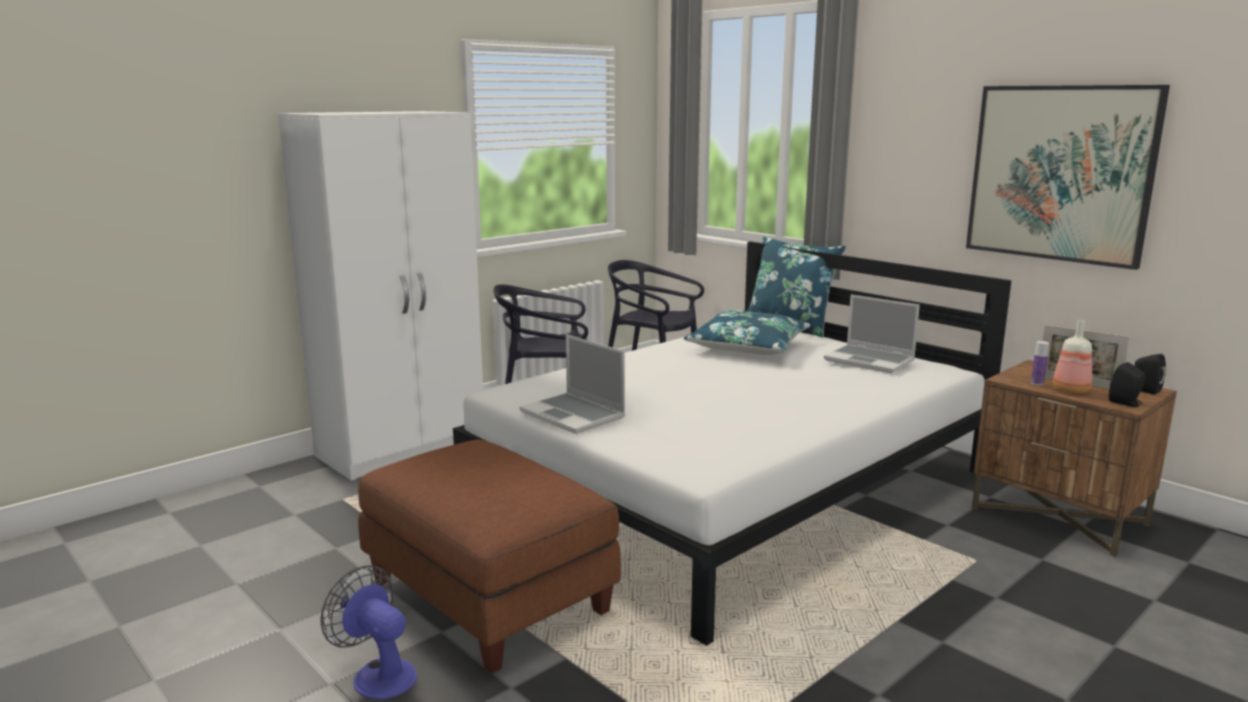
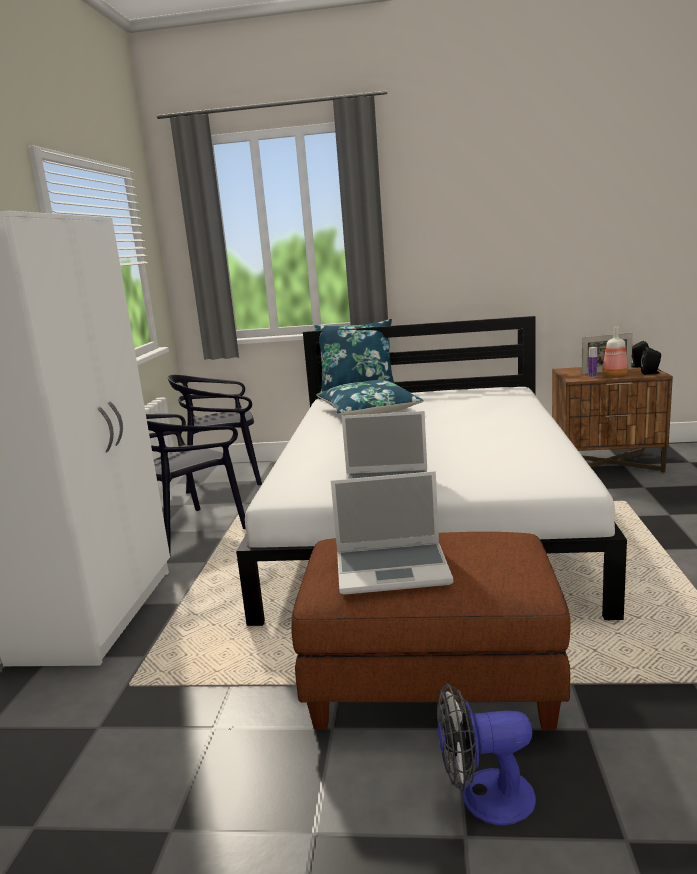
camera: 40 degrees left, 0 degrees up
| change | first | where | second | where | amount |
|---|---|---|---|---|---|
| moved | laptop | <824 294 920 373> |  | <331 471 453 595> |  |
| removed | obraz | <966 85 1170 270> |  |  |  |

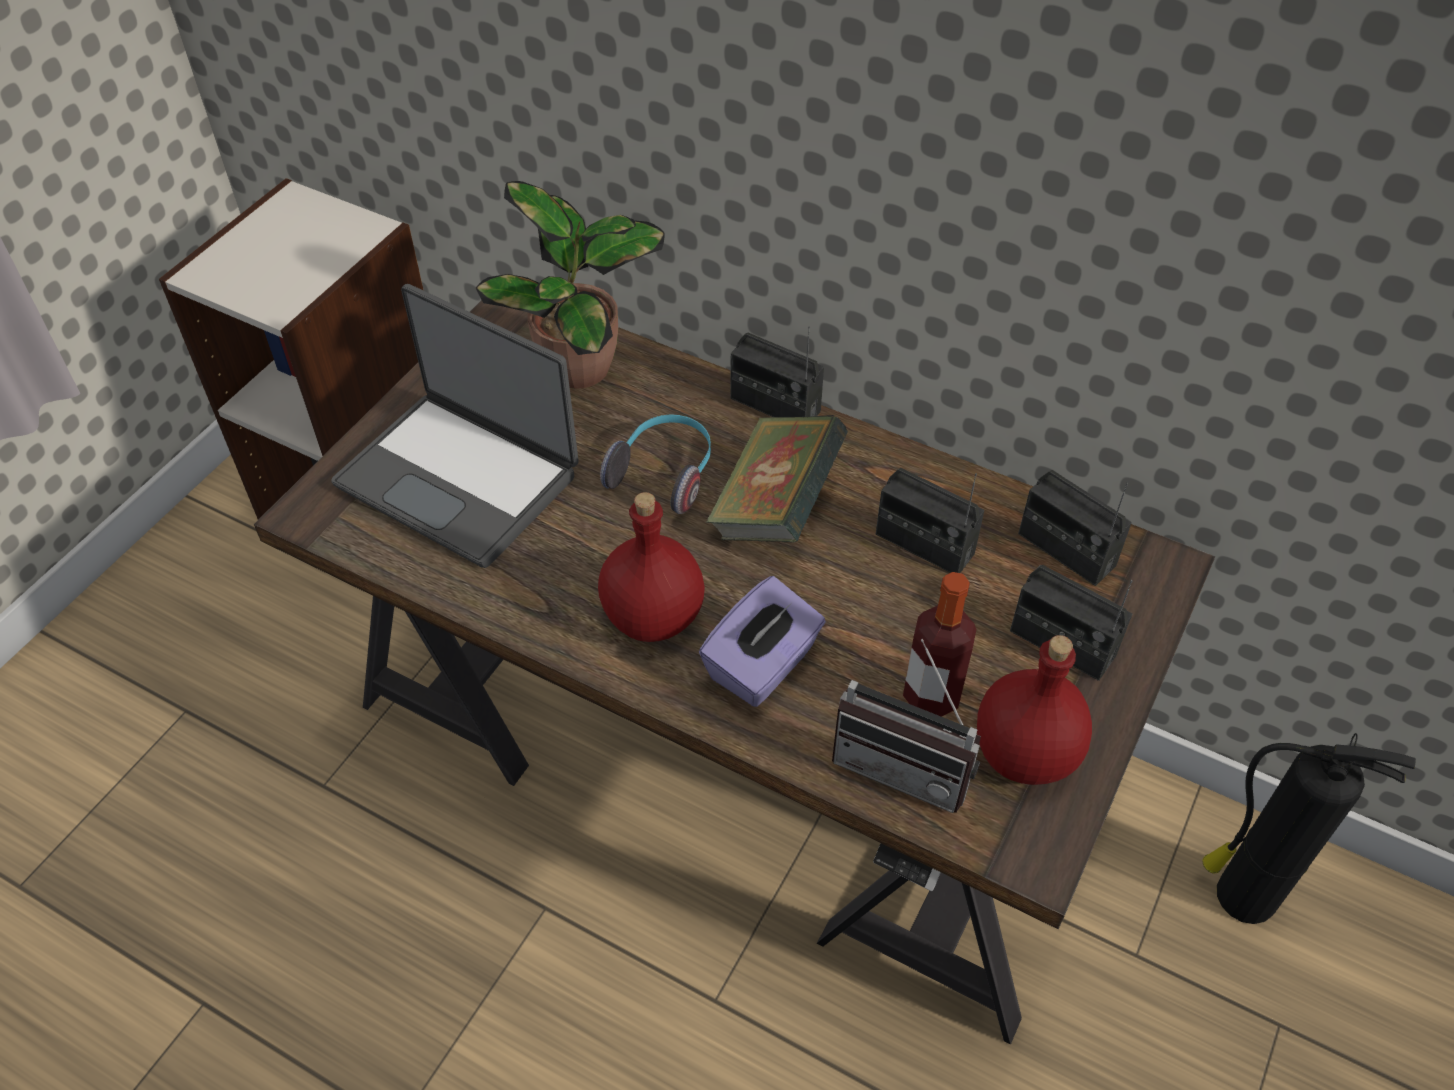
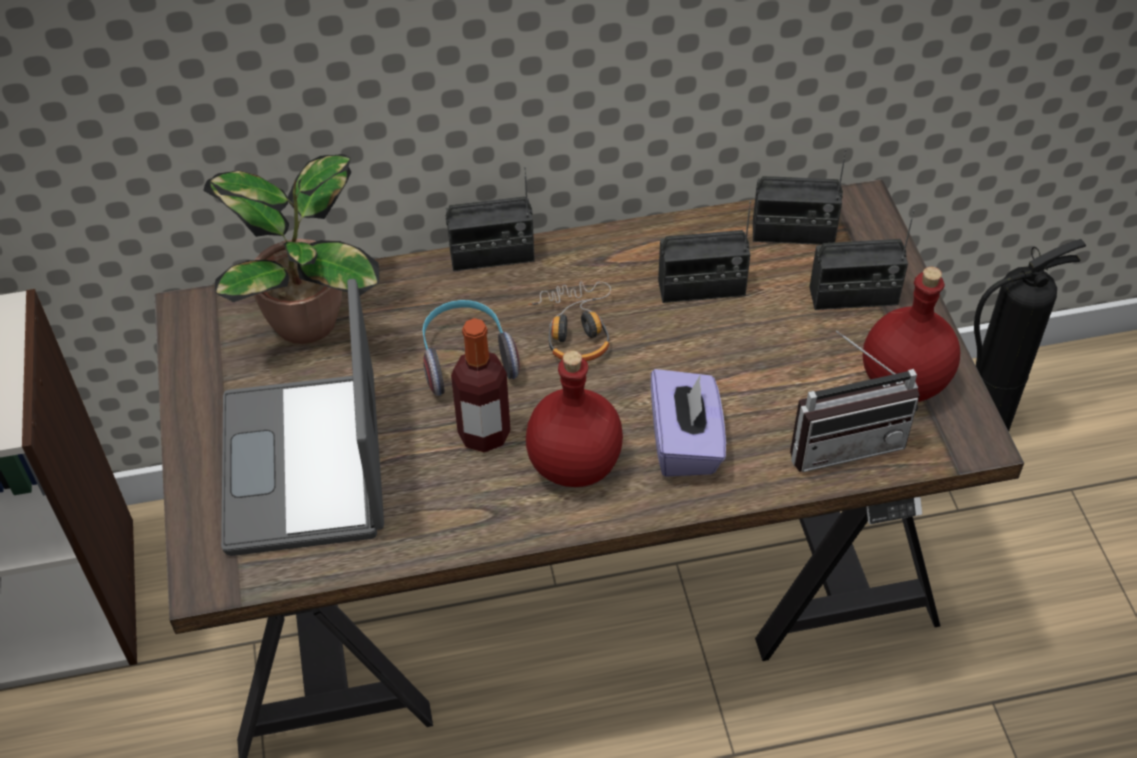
camera: 40 degrees left, 0 degrees up
| change | first | where | second | where | amount |
|---|---|---|---|---|---|
| turned | laptop | <331 284 579 568> |  | <221 279 384 556> | 90 degrees clockwise |
| moved | butelka | <903 572 976 717> |  | <451 318 511 453> |  |
| replaced | książka | <706 415 848 543> | słuchawki | <528 281 611 361> |  |

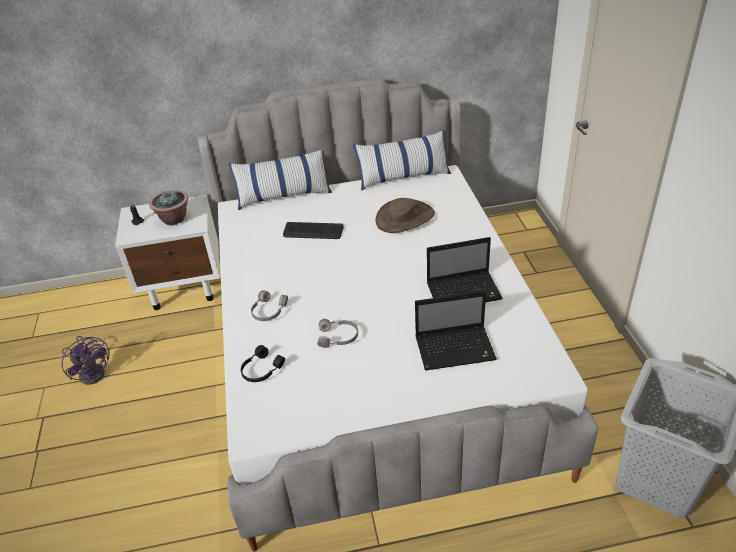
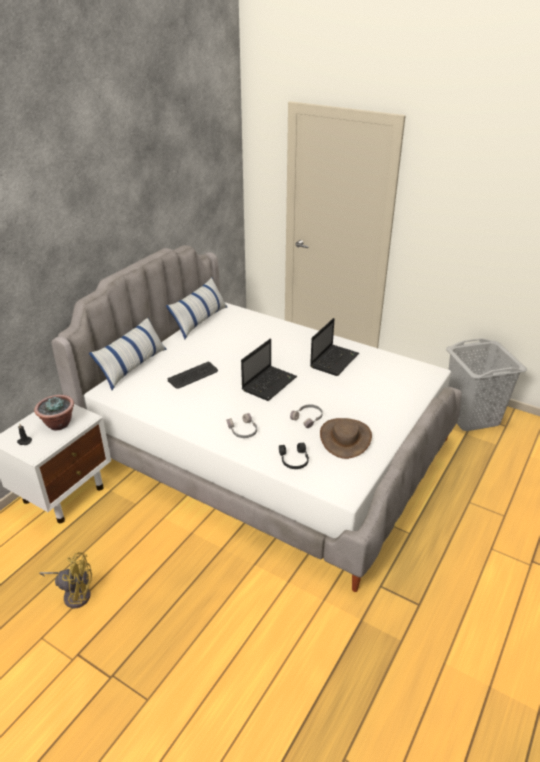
camera: 50 degrees left, 5 degrees down
| change | first | where | second | where | amount |
|---|---|---|---|---|---|
| recoloured | wentylator/fioletowy | <61 336 109 385> | wentylator/żółty | <39 552 92 608> |  |
| moved | laptop | <415 291 497 371> |  | <241 339 297 401> |  |
| moved | kapelusz/brązowy | <375 198 435 233> |  | <320 418 372 459> |  |

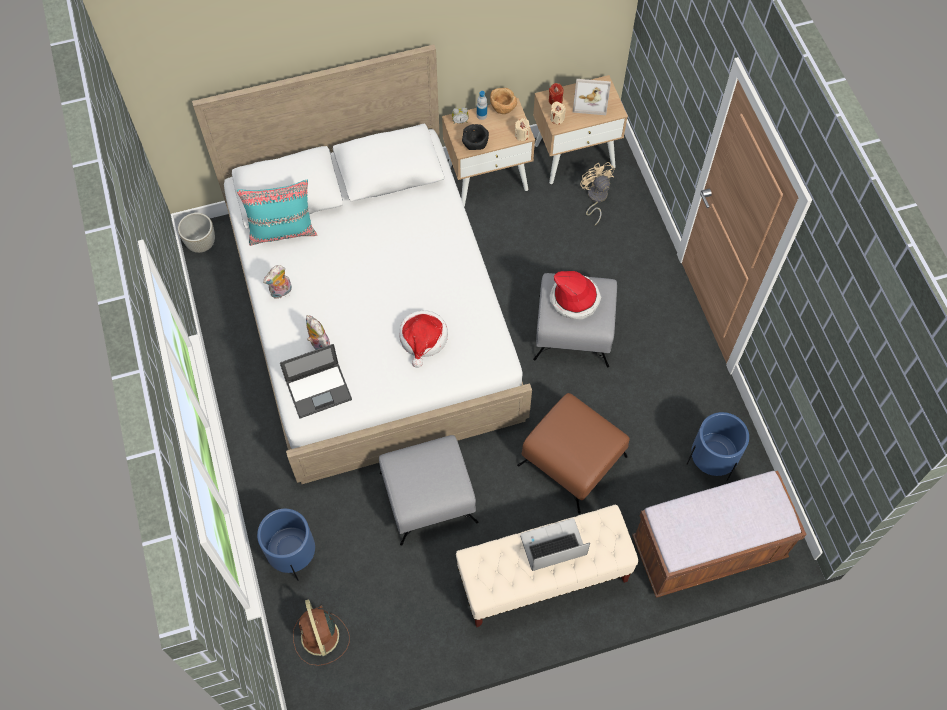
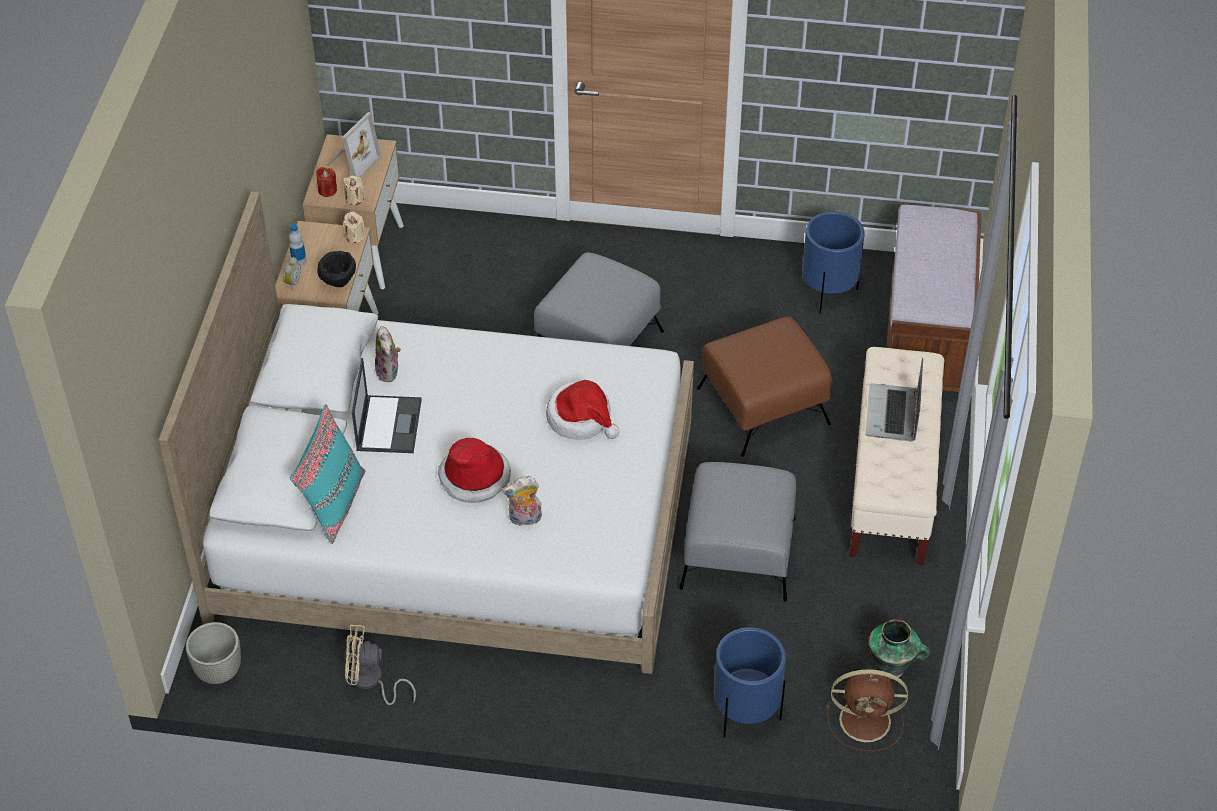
camera: 65 degrees left, 15 degrees down
| change | first | where | second | where | amount |
|---|---|---|---|---|---|
| moved | wentylator/beżowy | <580 162 615 225> |  | <344 625 416 705> |  |
| moved | laptop | <280 344 352 418> |  | <352 358 422 453> |  |
| moved | pluszak | <263 265 292 298> |  | <375 326 401 382> |  |
| moved | kapelusz | <550 271 602 320> |  | <438 438 511 503> |  |
| added |  |  | wazon | <869 619 930 679> |  |
| removed | miska/brązowy | <490 88 517 114> |  |  |  |

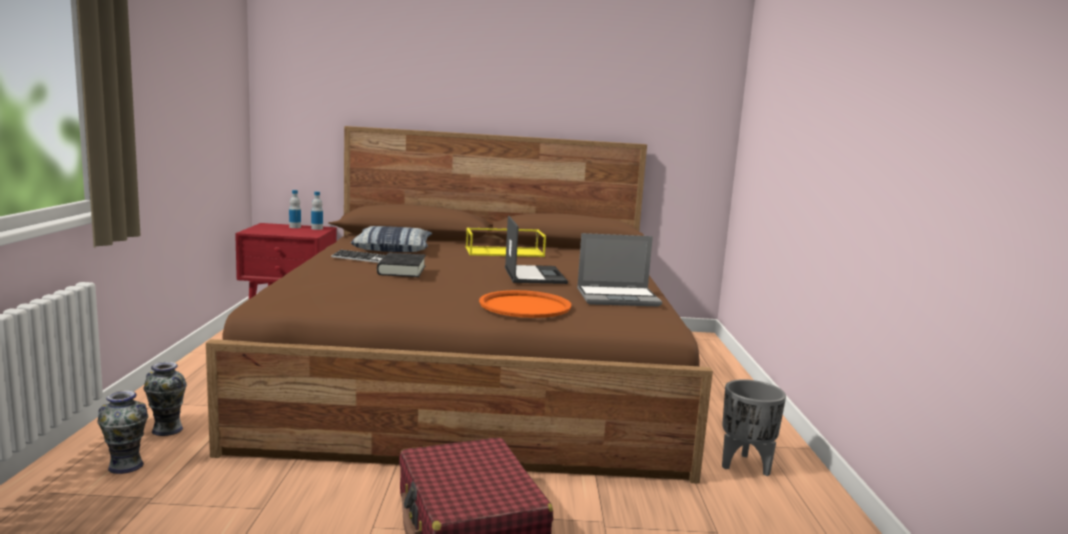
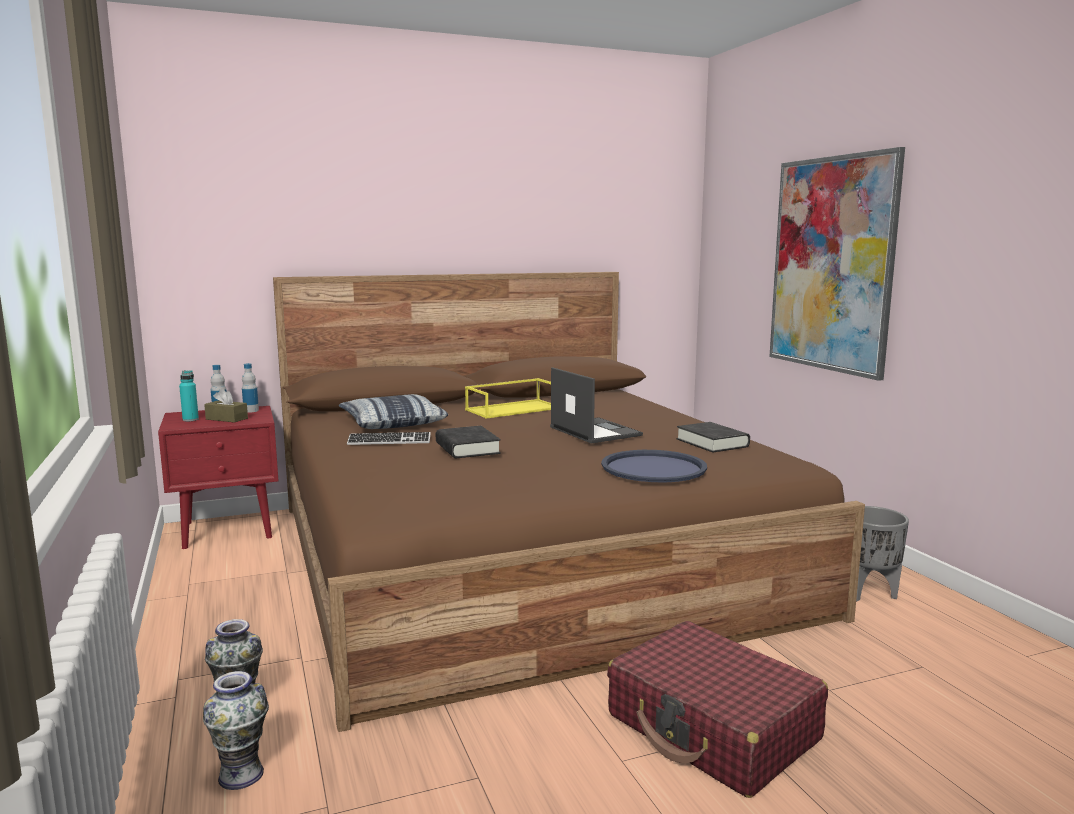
camera: 20 degrees left, 0 degrees up
| change | first | where | second | where | amount |
|---|---|---|---|---|---|
| added |  |  | butelka/turkusowy | <179 370 199 421> |  |
| added |  |  | pudełko chusteczek/brązowy | <204 388 248 423> |  |
| recoloured | taca/pomarańczowy | <479 290 571 318> | taca/niebieski | <601 450 707 482> |  |
| replaced | laptop | <577 233 662 307> | książka/czarny | <676 422 750 453> |  |
| added |  |  | obraz | <769 147 905 381> |  |

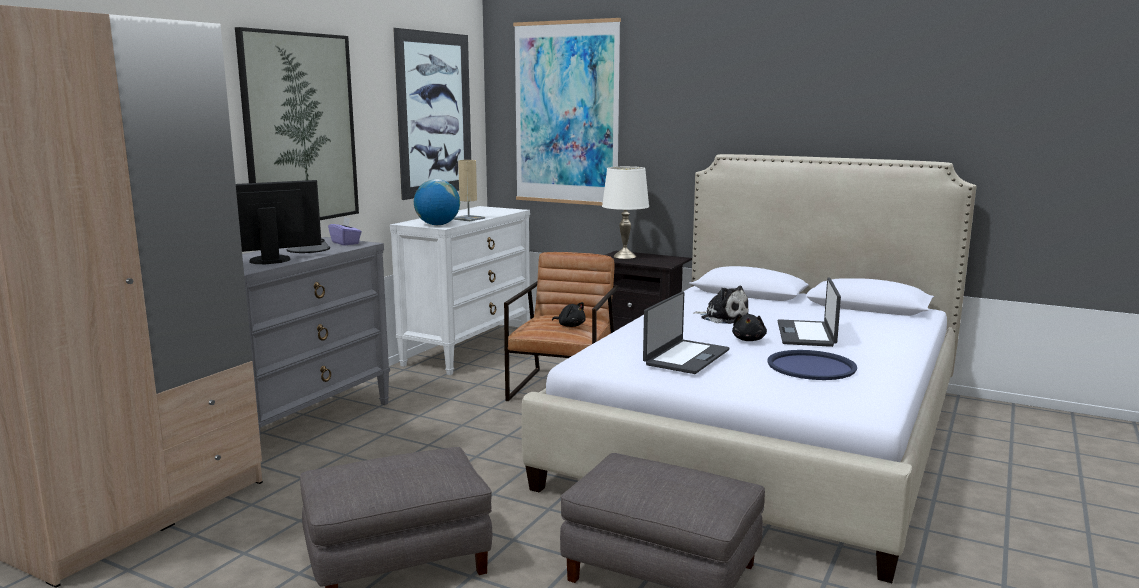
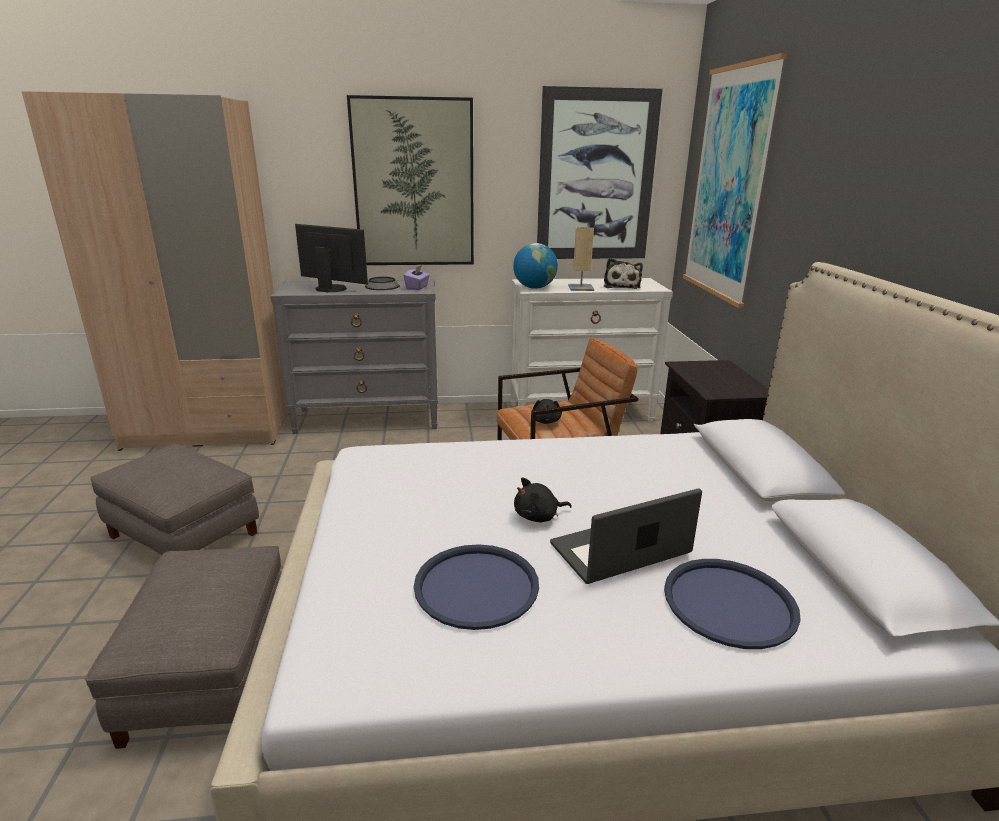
camera: 55 degrees right, 10 degrees up
| change | first | where | second | where | amount |
|---|---|---|---|---|---|
| moved | pluszak | <693 286 749 324> |  | <604 258 643 289> |  |
| added |  |  | taca/niebieski | <664 559 801 649> |  |
| removed | lampa stołowa/biały | <602 166 649 259> |  |  |  |
| removed | laptop | <643 291 729 374> |  |  |  |

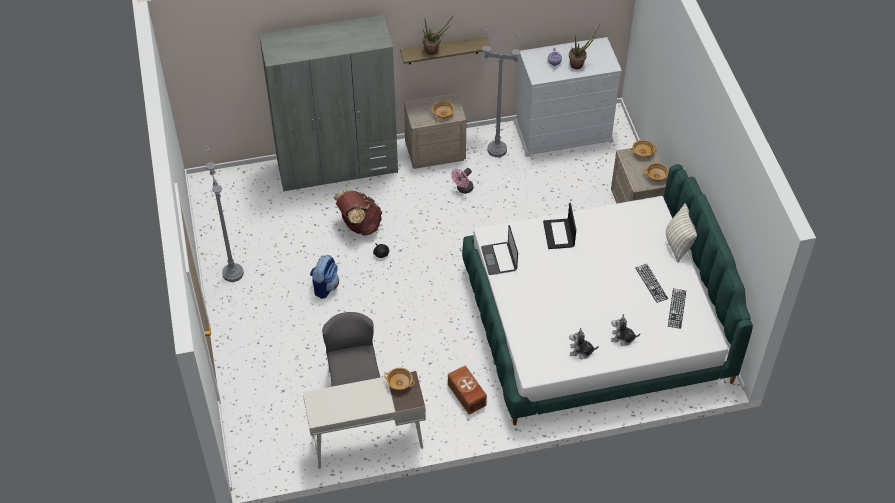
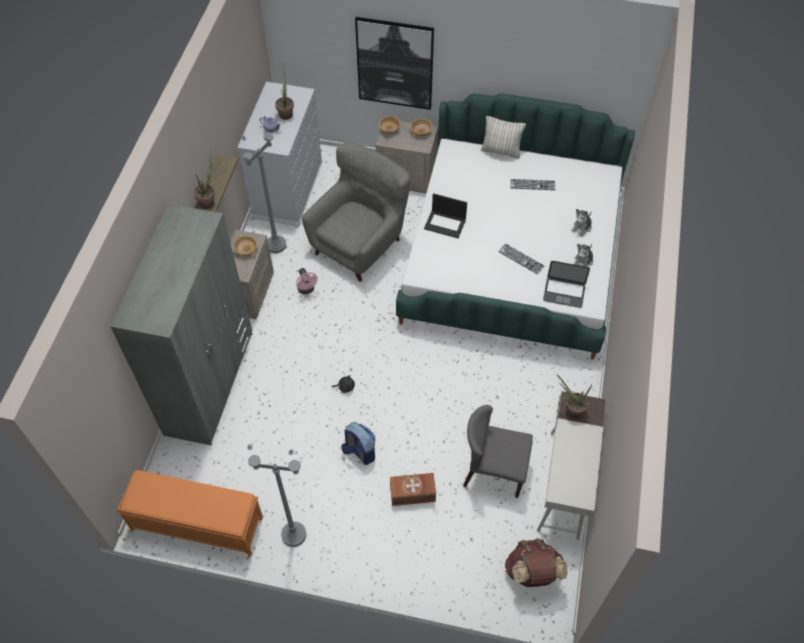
camera: 65 degrees left, 5 degrees up
| change | first | where | second | where | amount |
|---|---|---|---|---|---|
| added |  |  | ławka/pomarańczowy | <117 470 263 557> |  |
| added |  |  | fotel/szary | <302 142 410 282> |  |
| added |  |  | obraz | <355 17 434 110> |  |
| moved | pojemnik do przechowywania/brązowy | <448 365 487 414> |  | <390 473 436 506> |  |
| moved | klawiatura | <668 288 686 329> |  | <498 244 544 274> |  |
| moved | plecak/brązowy | <333 190 382 236> |  | <505 539 568 587> |  |
| moved | laptop | <481 225 518 275> |  | <543 261 590 308> |  |
| replaced | miska/beżowy | <384 368 415 391> | roślina doniczkowa | <557 374 592 418> |  |

